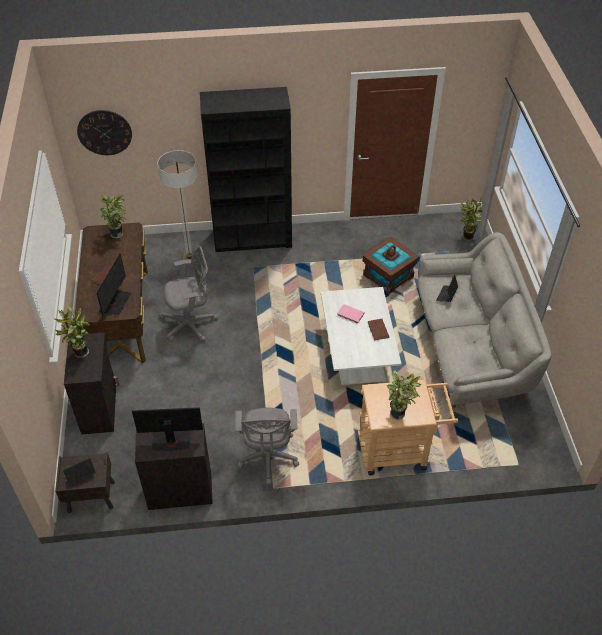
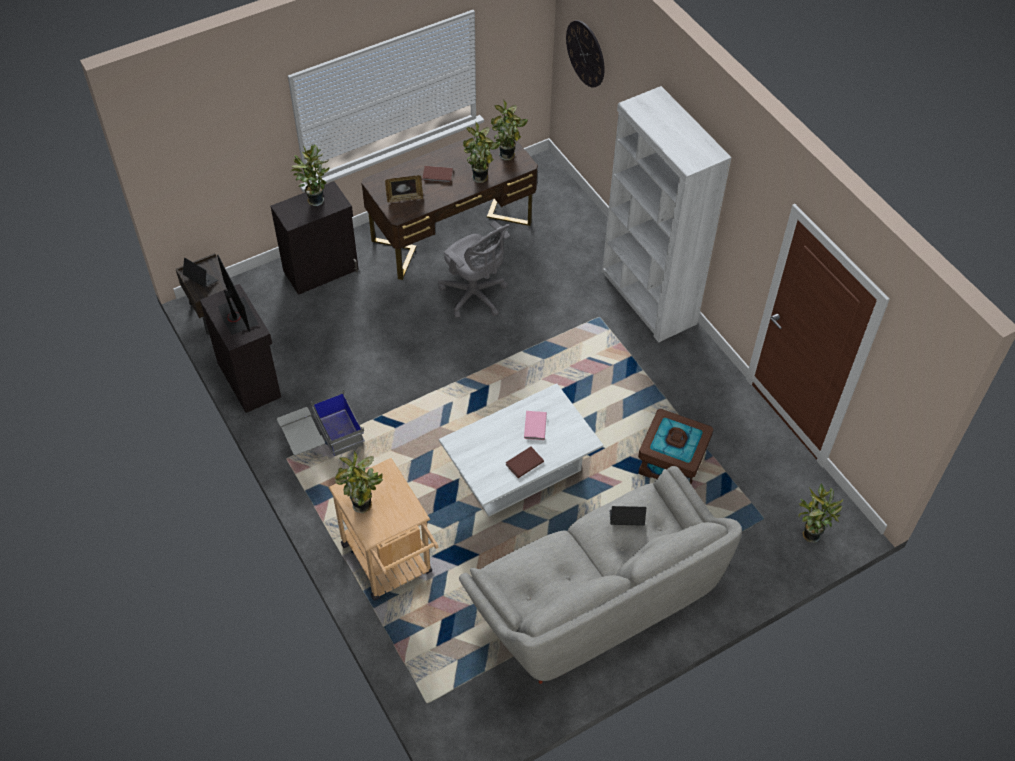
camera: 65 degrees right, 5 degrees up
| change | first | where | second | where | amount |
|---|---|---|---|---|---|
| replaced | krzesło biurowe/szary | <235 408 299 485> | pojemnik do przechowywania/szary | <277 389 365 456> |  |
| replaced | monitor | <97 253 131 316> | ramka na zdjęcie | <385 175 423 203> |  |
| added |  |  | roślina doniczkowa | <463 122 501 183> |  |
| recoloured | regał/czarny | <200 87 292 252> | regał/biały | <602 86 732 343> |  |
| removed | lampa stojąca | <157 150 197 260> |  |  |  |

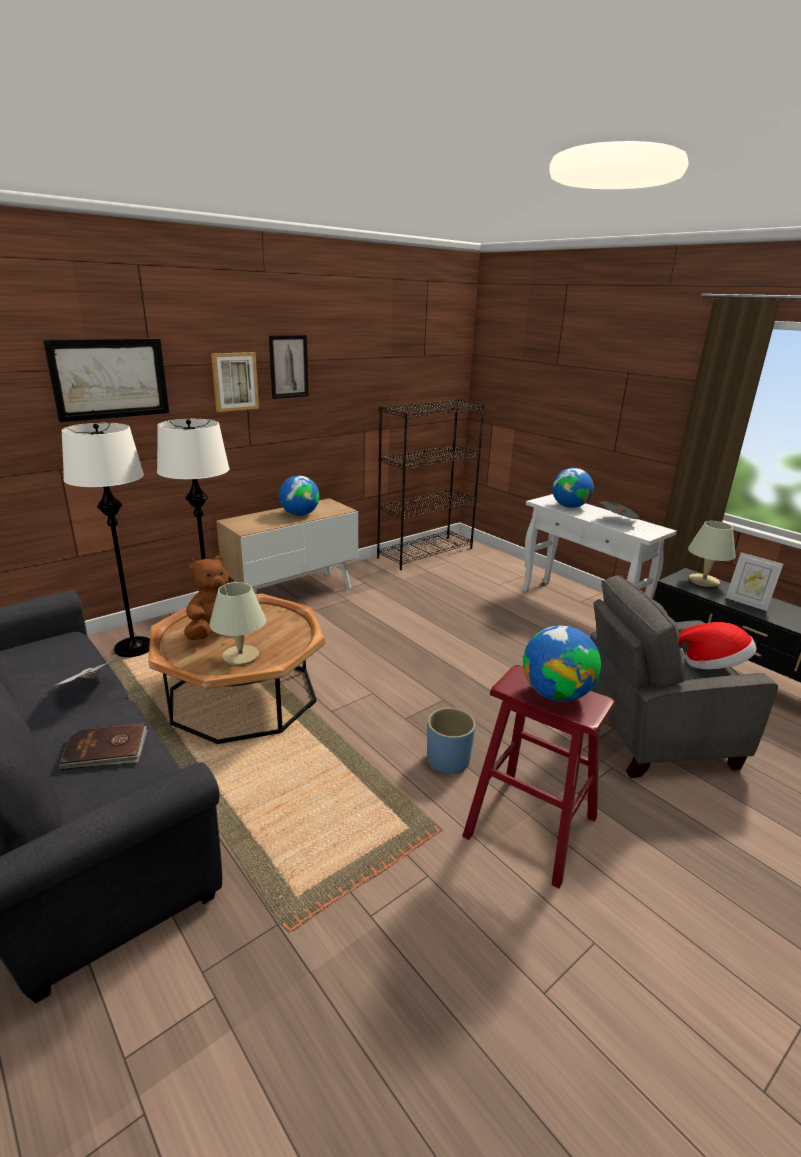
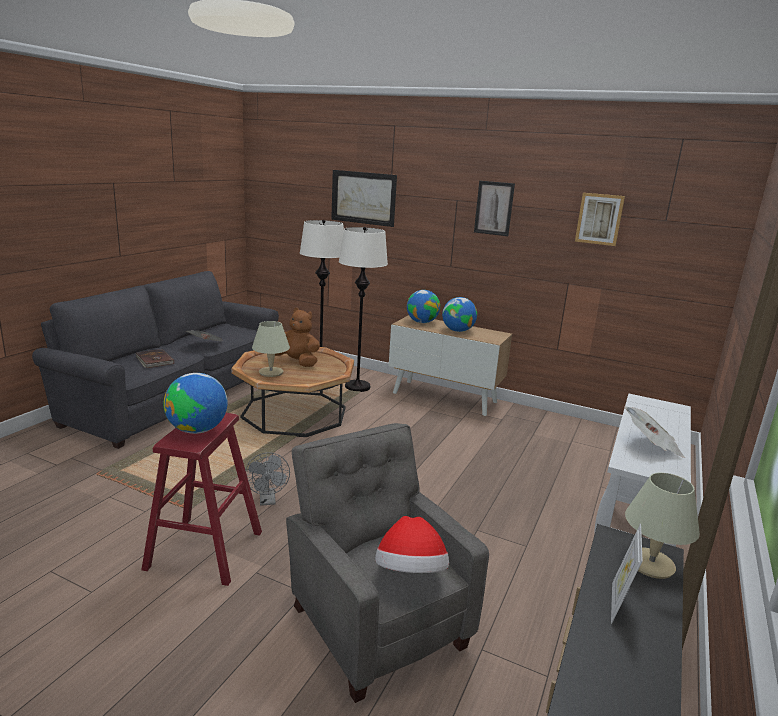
camera: 65 degrees right, 5 degrees down
| change | first | where | second | where | amount |
|---|---|---|---|---|---|
| replaced | donica/niebieski | <427 708 476 774> | wentylator/szary | <245 452 290 506> |  |
| moved | globus | <552 468 593 508> |  | <407 290 440 323> |  |
| moved | obraz | <211 352 259 412> |  | <575 193 625 246> |  |
| removed | regał/czarny | <377 399 485 570> |  |  |  |

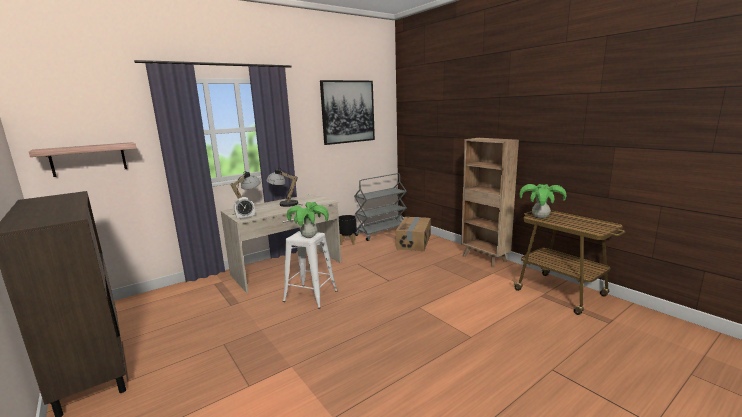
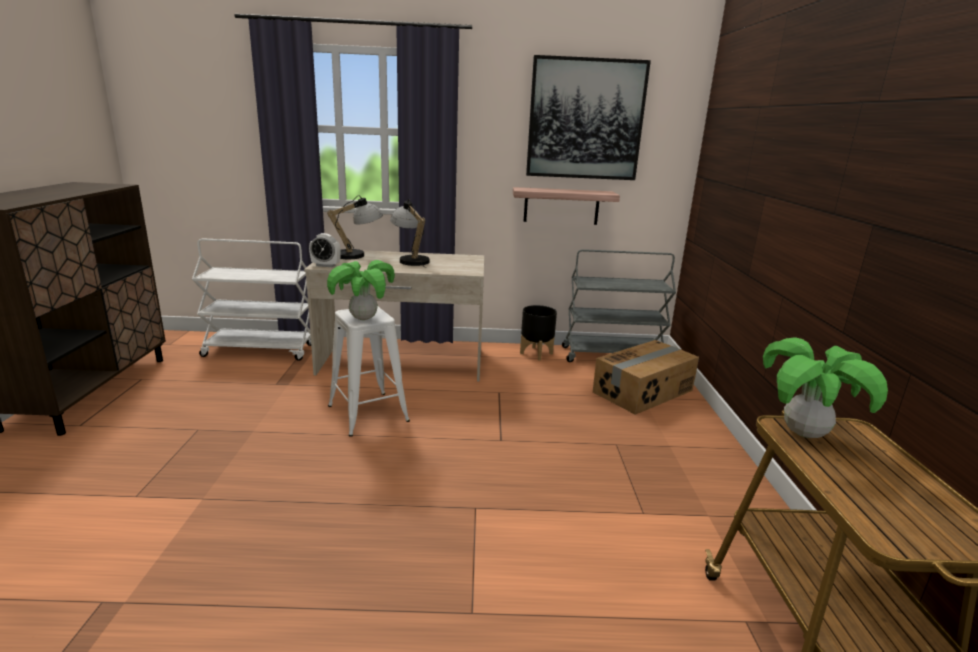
camera: 35 degrees right, 5 degrees up
| change | first | where | second | where | amount |
|---|---|---|---|---|---|
| added |  |  | wózek/biały | <192 238 311 361> |  |
| moved | półka | <29 142 137 177> |  | <513 187 620 225> |  |
| removed | regał/brązowy | <461 138 519 268> |  |  |  |

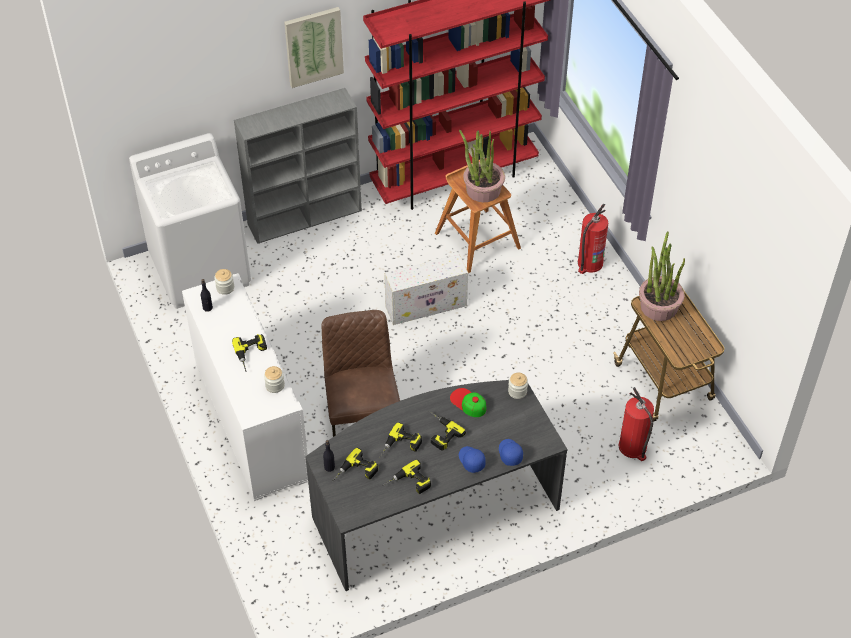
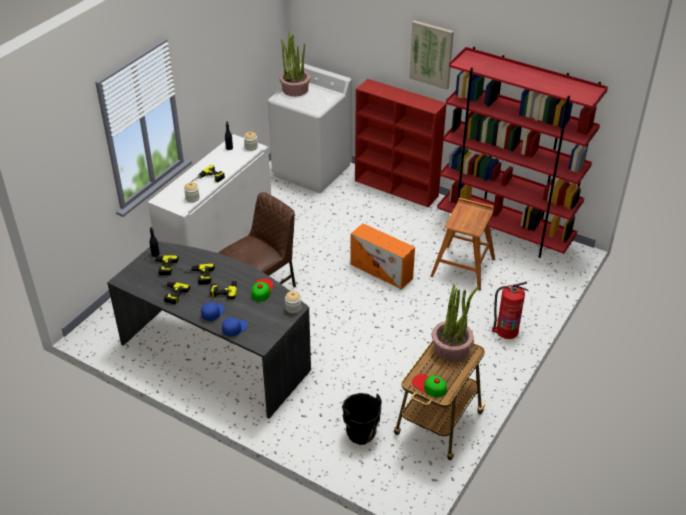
camera: 55 degrees right, 10 degrees down
| change | first | where | second | where | amount |
|---|---|---|---|---|---|
| moved | roślina doniczkowa | <459 130 505 202> |  | <279 31 310 97> |  |
| replaced | gaśnica | <618 387 654 461> | wiadro/czarny | <342 393 381 445> |  |
| recoloured | pojemnik do przechowywania/biały | <384 254 468 325> | pojemnik do przechowywania/pomarańczowy | <351 223 415 289> |  |
| recoloured | regał/szary | <234 88 362 244> | regał/czerwony | <355 79 446 208> |  |
| added |  |  | czapka z daszkiem | <412 374 447 397> |  |

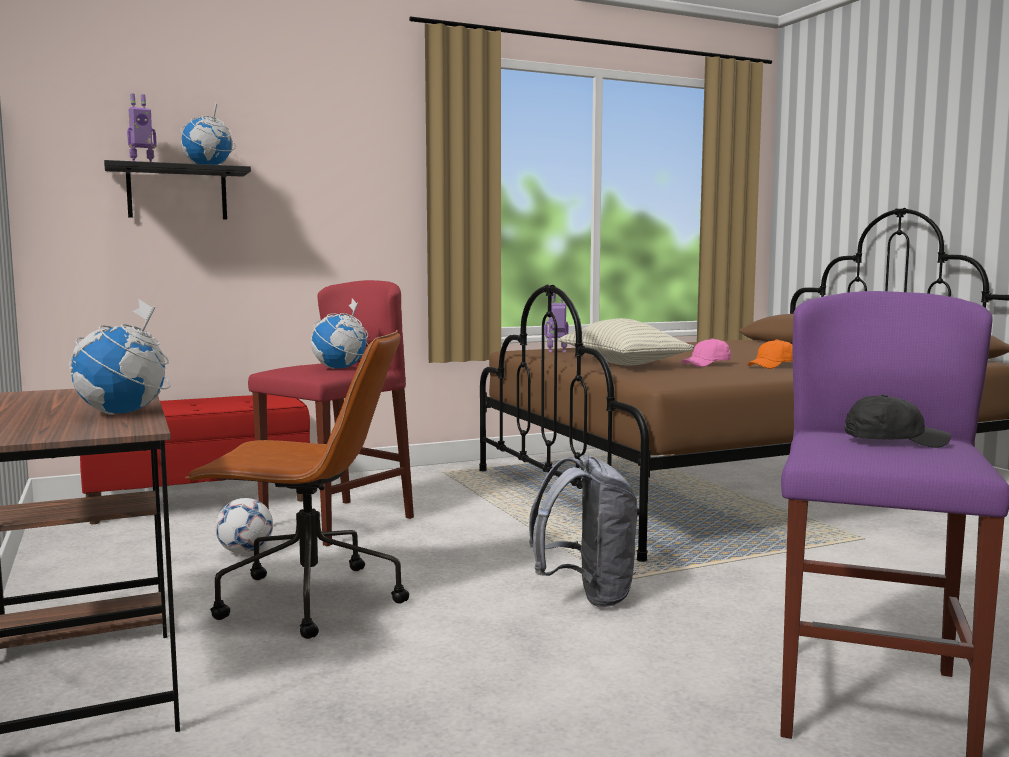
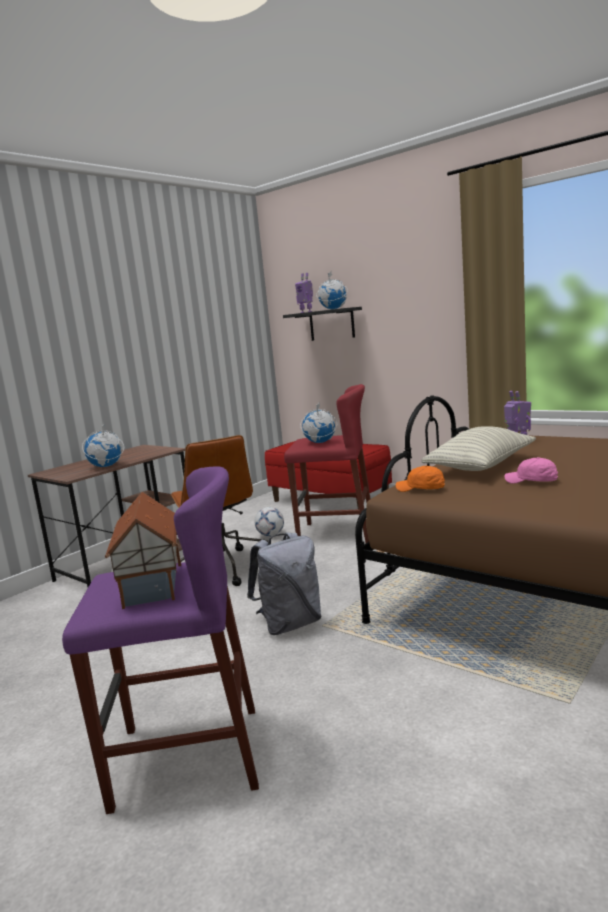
camera: 65 degrees right, 5 degrees up
| change | first | where | second | where | amount |
|---|---|---|---|---|---|
| replaced | czapka z daszkiem/czarny | <844 394 951 448> | domek | <105 492 181 609> |  |
| moved | czapka z daszkiem/pomarańczowy | <747 339 793 369> |  | <396 465 445 492> |  |

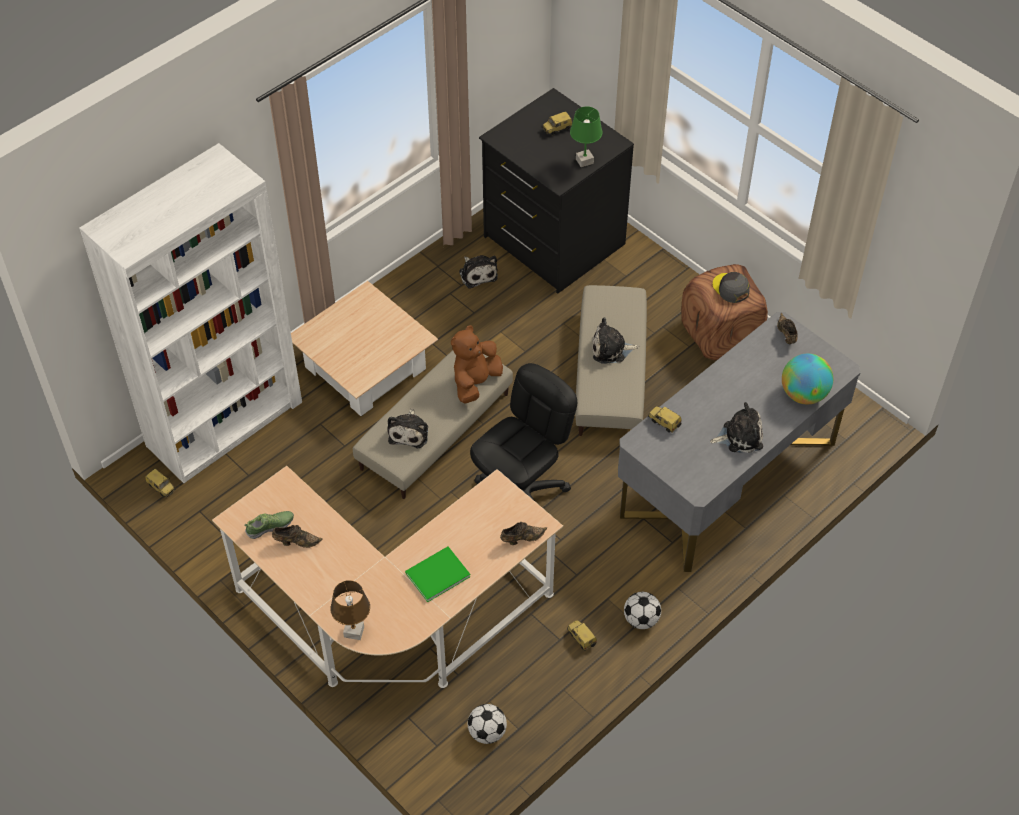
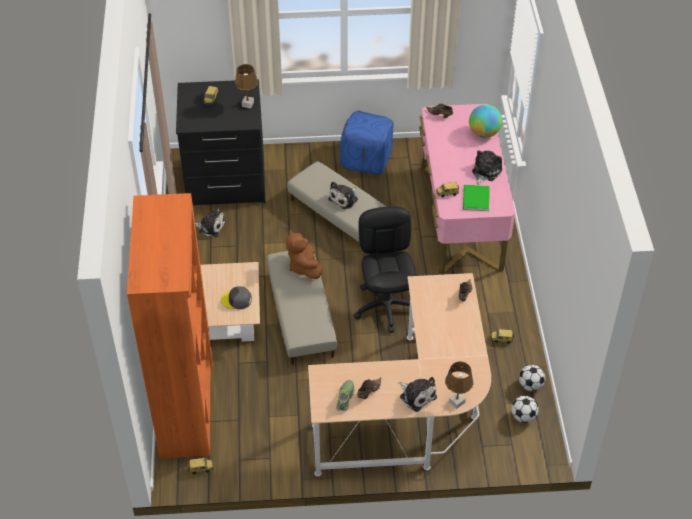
camera: 50 degrees left, 5 degrees down
| change | first | where | second | where | amount |
|---|---|---|---|---|---|
| recoloured | regał/biały | <79 143 302 483> | regał/pomarańczowy | <127 193 213 459> |  |
| moved | czapka z daszkiem/szary | <713 272 750 303> |  | <221 286 252 309> |  |
| recoloured | lampa stołowa/zielony | <570 106 603 167> | lampa stołowa/brązowy | <235 64 258 109> |  |
| recoloured | pufa/brązowy | <681 264 768 360> | pufa/niebieski | <340 111 394 175> |  |
| moved | pluszak | <387 409 428 448> |  | <398 377 437 412> |  |
| recoloured | biurko/szary | <618 312 861 572> | biurko/różowy | <419 104 516 275> |  |
| moved | książka/zielony | <405 546 470 602> |  | <463 185 490 211> |  |
| moved | piłka futbolowa | <624 592 661 629> |  | <519 365 545 391> |  |

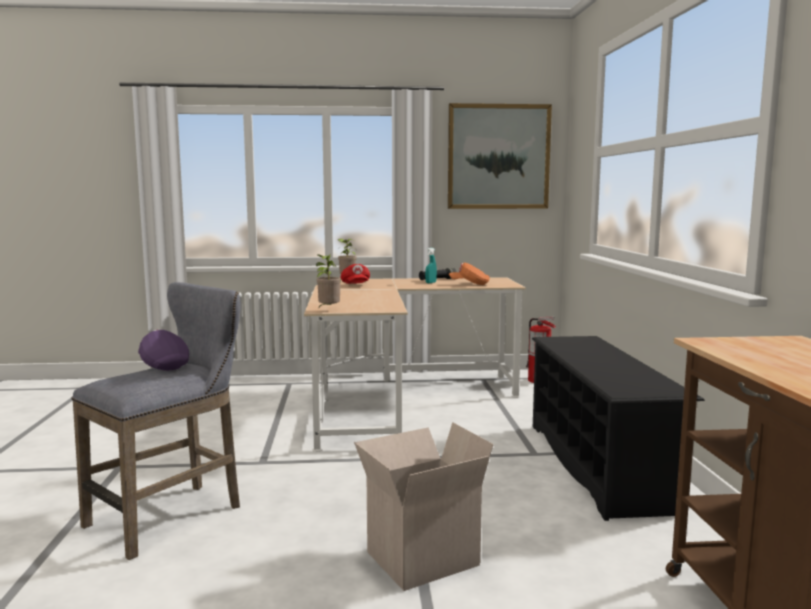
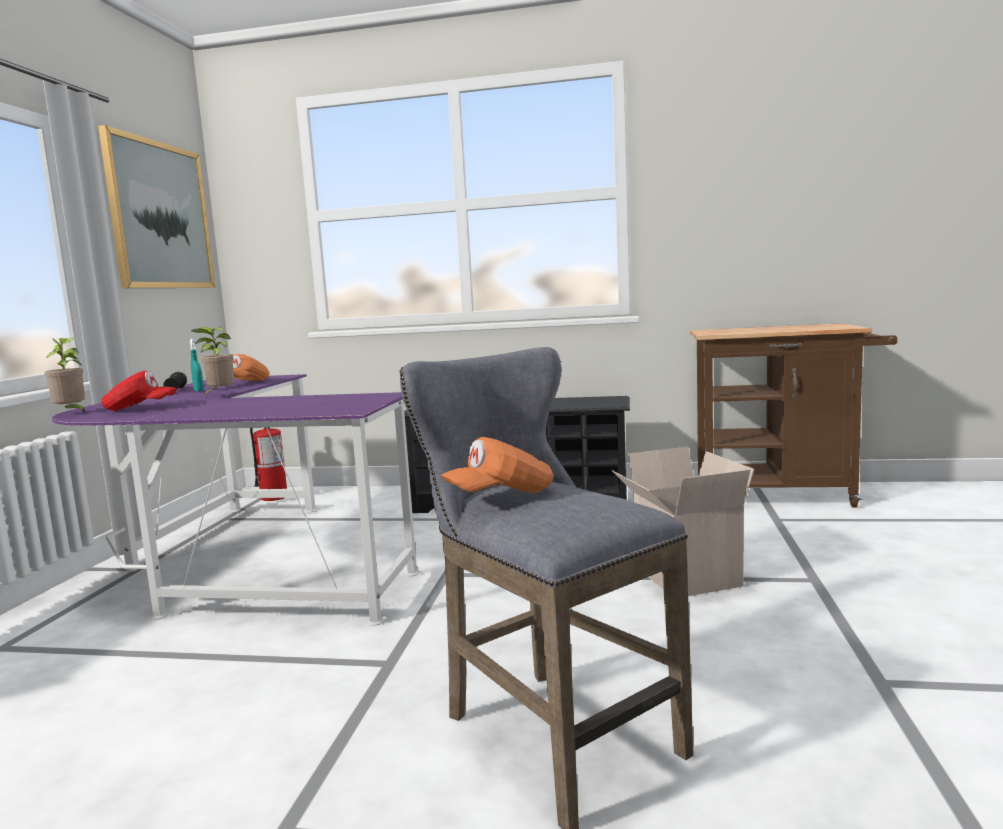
camera: 75 degrees left, 0 degrees up
| change | first | where | second | where | amount |
|---|---|---|---|---|---|
| recoloured | biurko/beżowy | <304 277 526 452> | biurko/fioletowy | <52 374 419 626> |  |
| moved | roślina doniczkowa | <316 254 341 307> |  | <192 327 234 396> |  |
| recoloured | czapka z daszkiem/fioletowy | <138 330 189 371> | czapka z daszkiem/pomarańczowy | <441 437 554 493> |  |

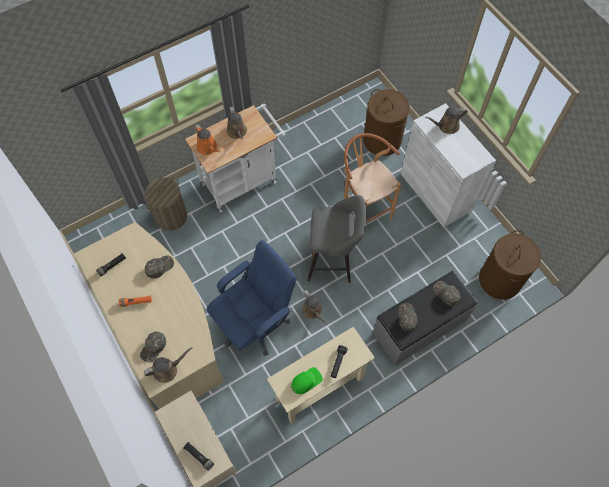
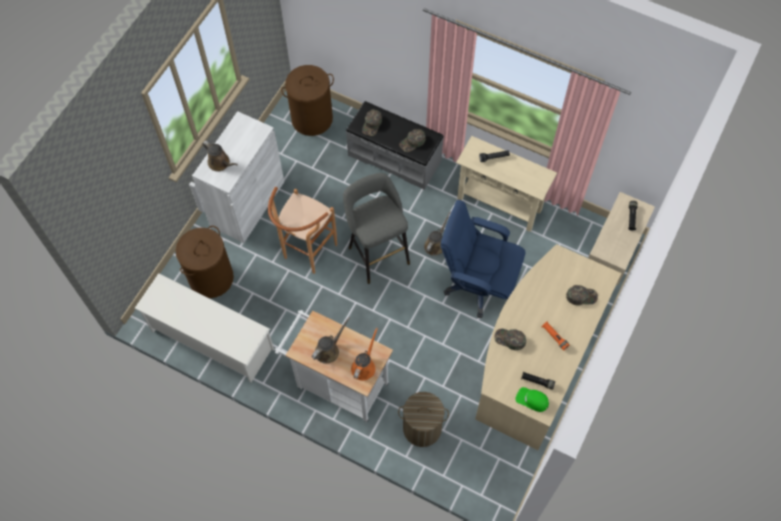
camera: 120 degrees left, 0 degrees up
| change | first | where | second | where | amount |
|---|---|---|---|---|---|
| added |  |  | regał na buty/biały | <134 273 274 383> |  |
| moved | czapka z daszkiem/zielony | <291 367 323 394> |  | <515 387 549 412> |  |
| removed | konewka/brązowy | <144 347 193 383> |  |  |  |

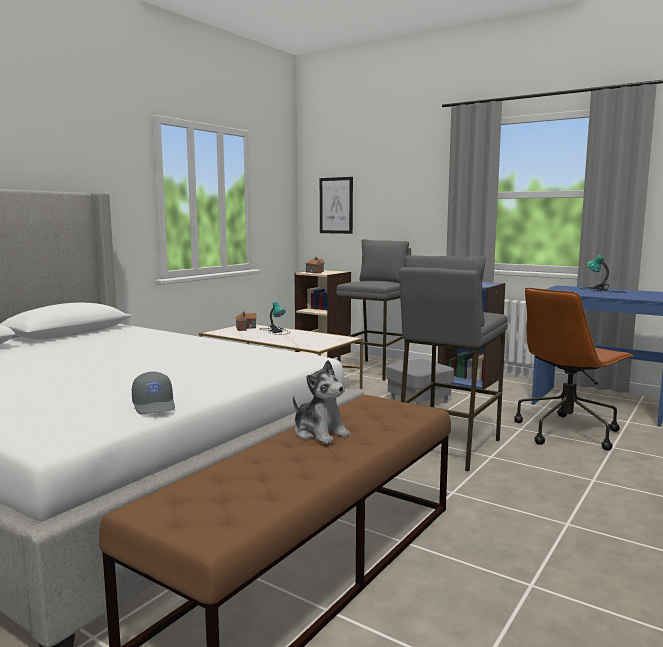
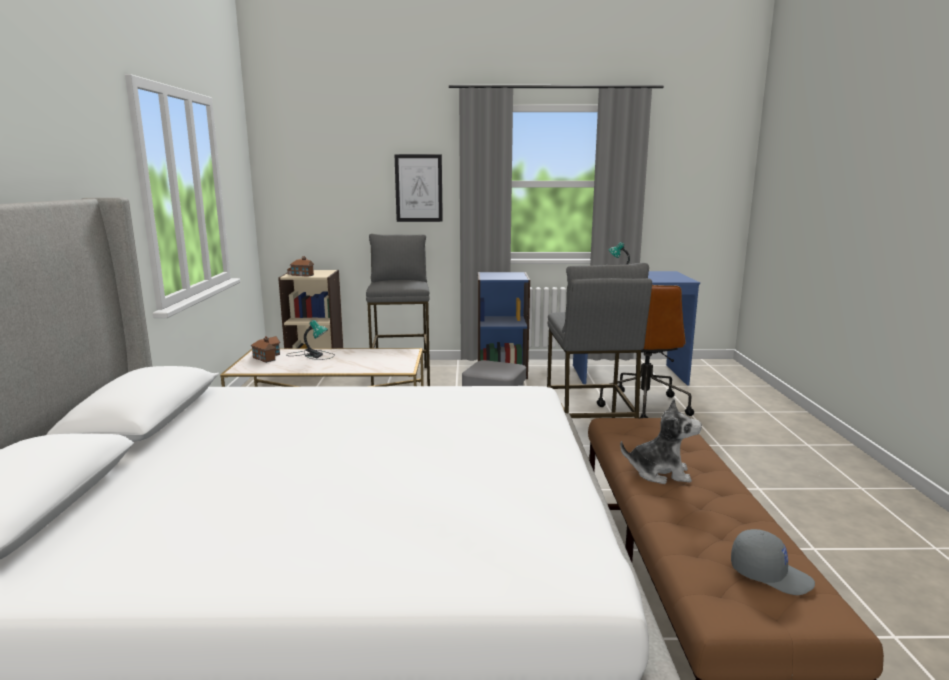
camera: 35 degrees left, 5 degrees up
| change | first | where | second | where | amount |
|---|---|---|---|---|---|
| moved | obraz | <320 177 353 234> |  | <394 154 443 222> |  |
| moved | czapka z daszkiem/szary | <132 372 175 414> |  | <731 529 815 595> |  |

